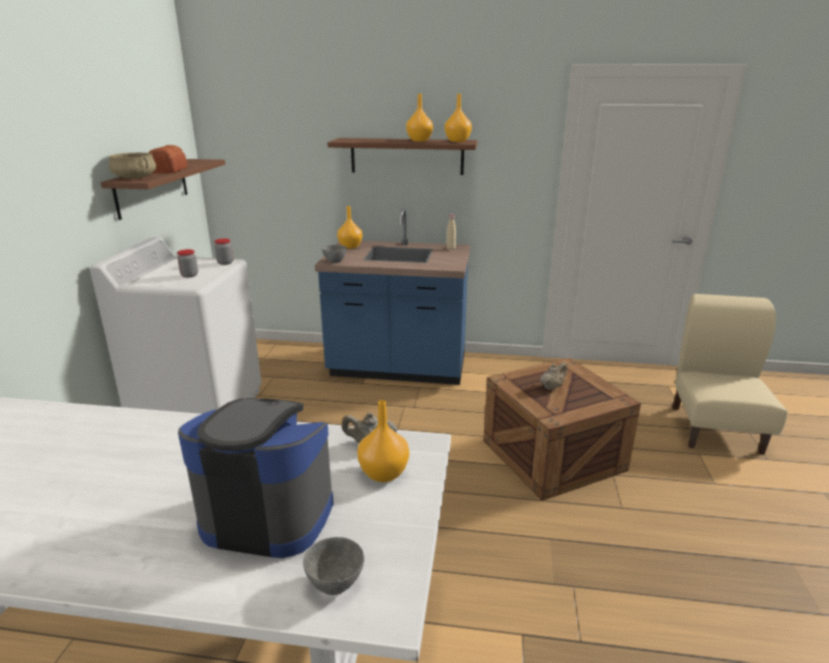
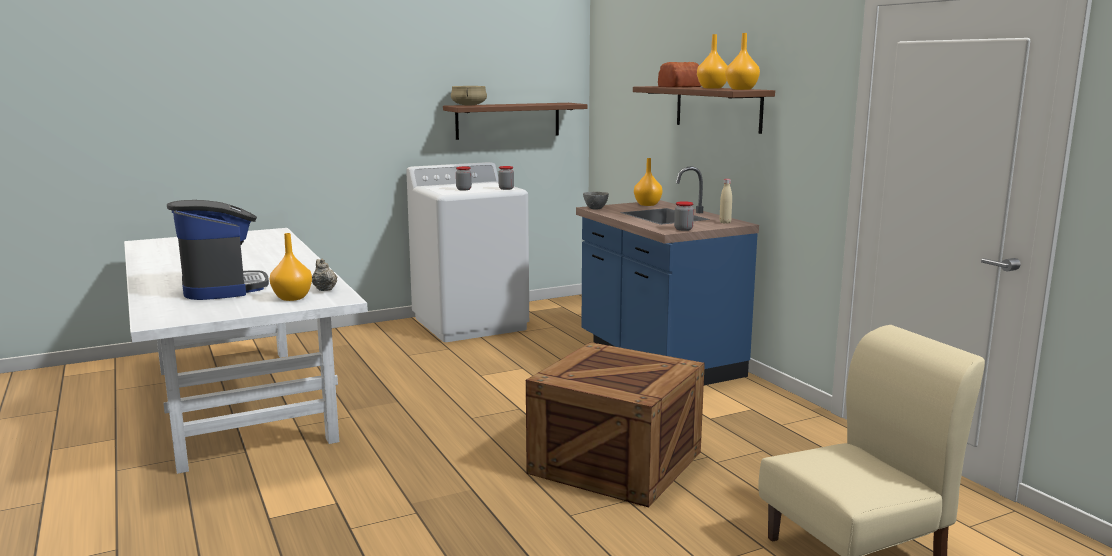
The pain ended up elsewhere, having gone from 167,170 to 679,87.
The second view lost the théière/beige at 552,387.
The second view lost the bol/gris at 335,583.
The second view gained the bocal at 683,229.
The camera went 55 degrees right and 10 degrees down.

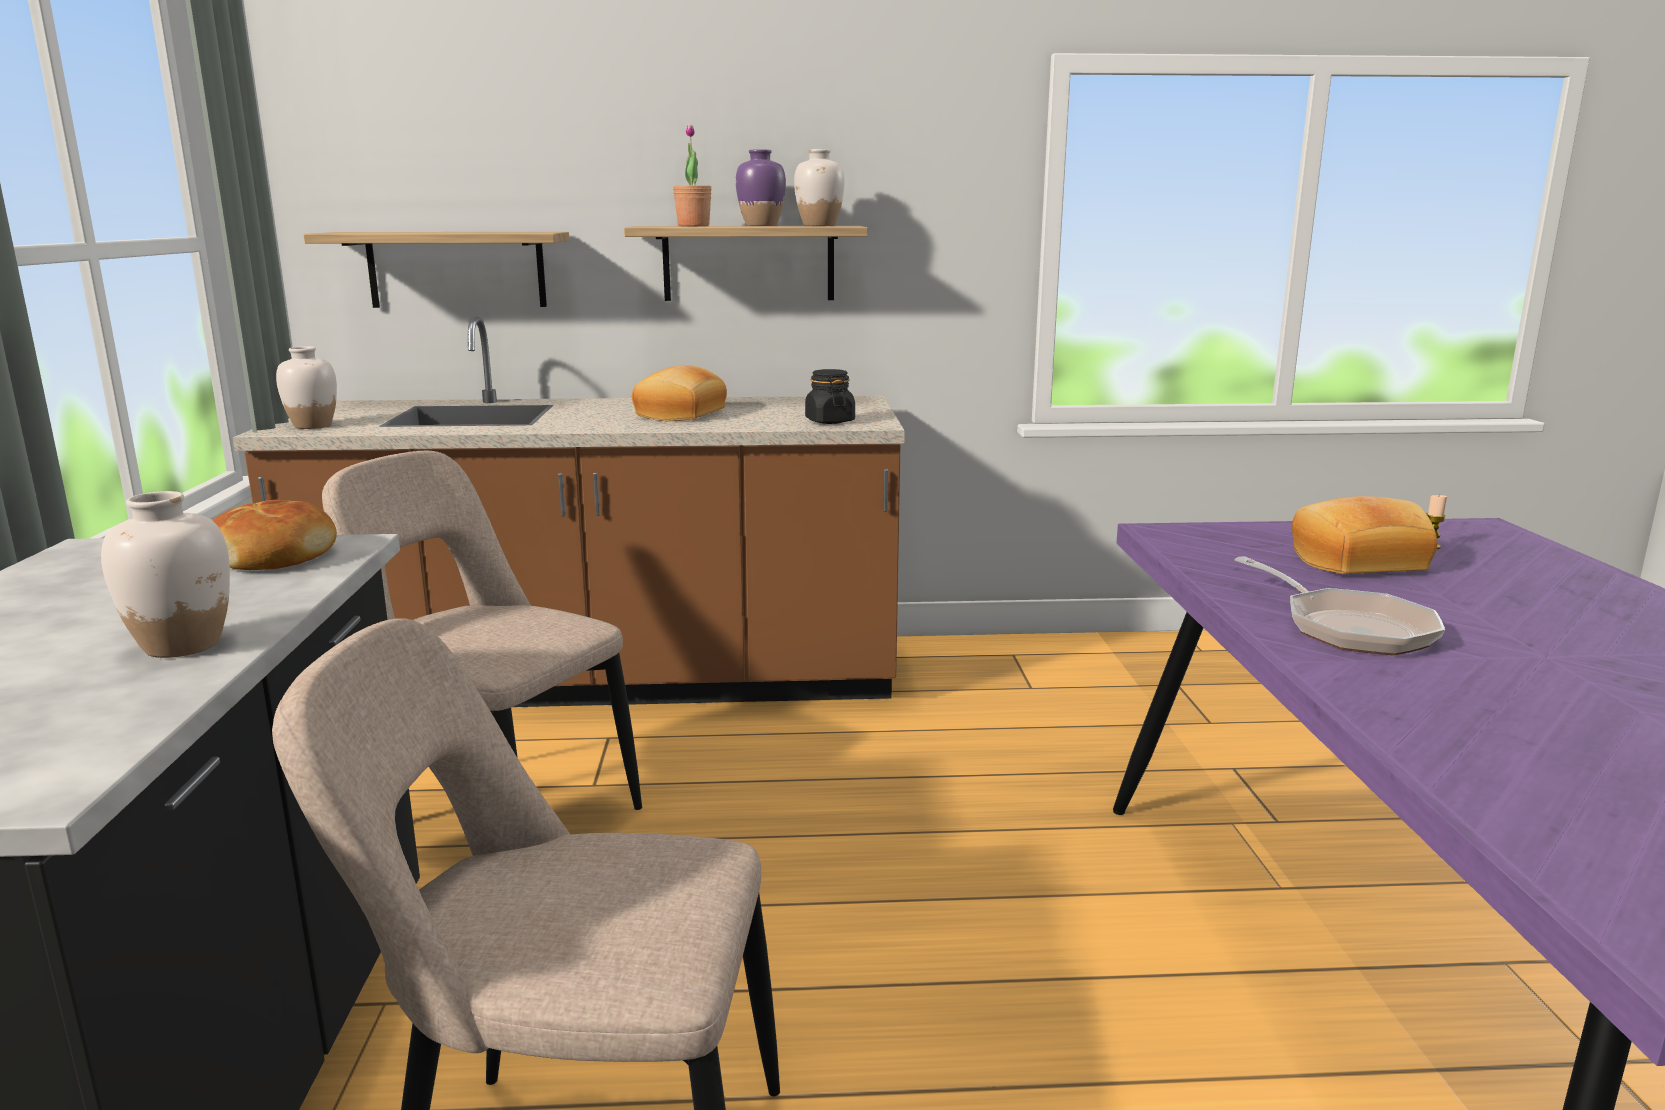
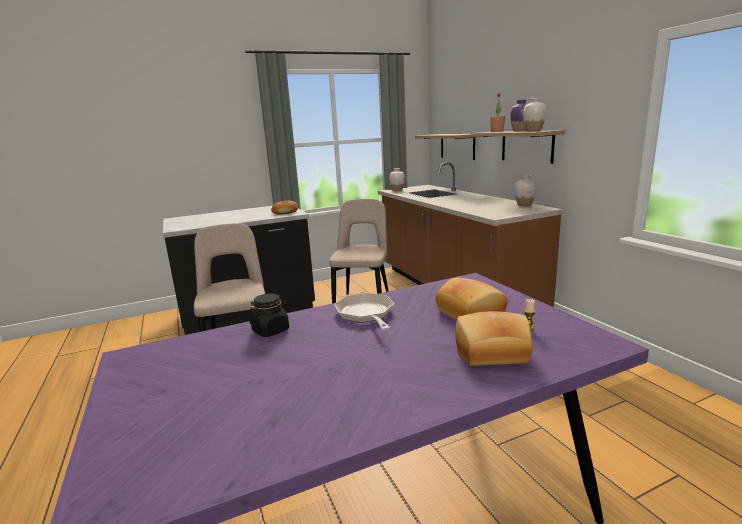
The pain ended up elsewhere, having gone from 682,414 to 492,353.
The bocal/noir ended up elsewhere, having gone from 829,421 to 271,330.
The vase/blanc ended up elsewhere, having gone from 182,645 to 524,205.
The poêle at 1348,628 ended up facing another way, 120 degrees clockwise from before.
The camera went 70 degrees right and 0 degrees up.

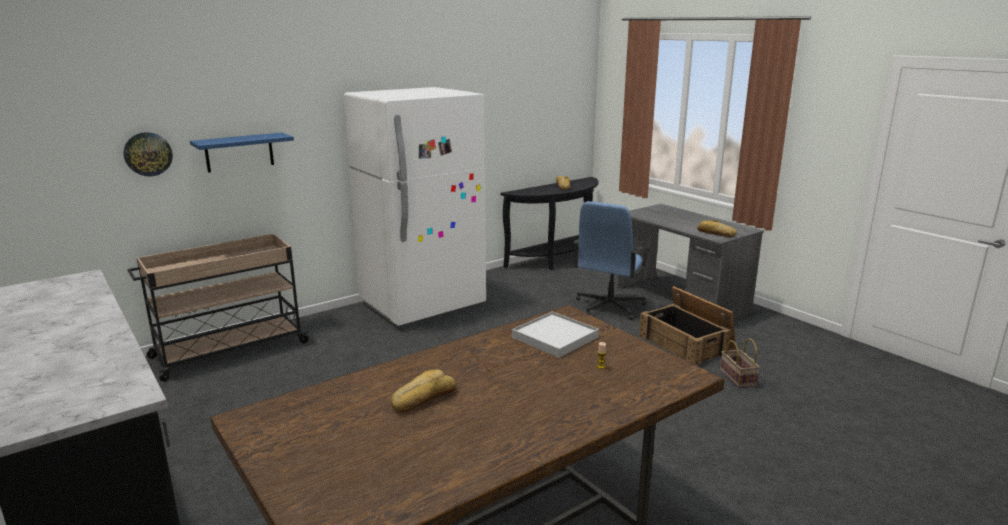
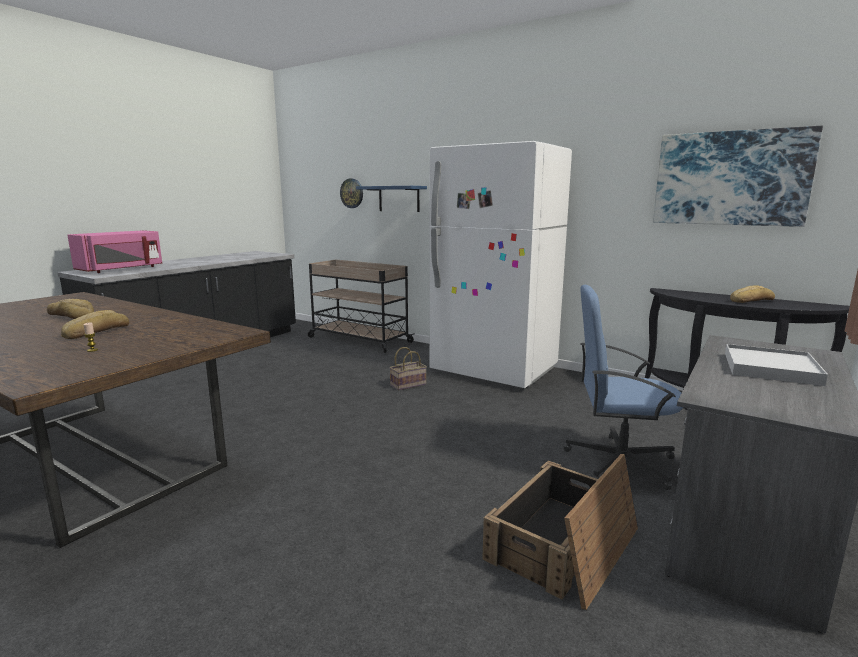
The pain ended up elsewhere, having gone from 715,233 to 95,332.
The plateau/blanc ended up elsewhere, having gone from 555,337 to 770,368.
The panier ended up elsewhere, having gone from 736,378 to 408,384.
The second view gained the tableau at 730,178.
The second view gained the micro-ondes/rose at 121,269.
The camera went 70 degrees right and 5 degrees down.

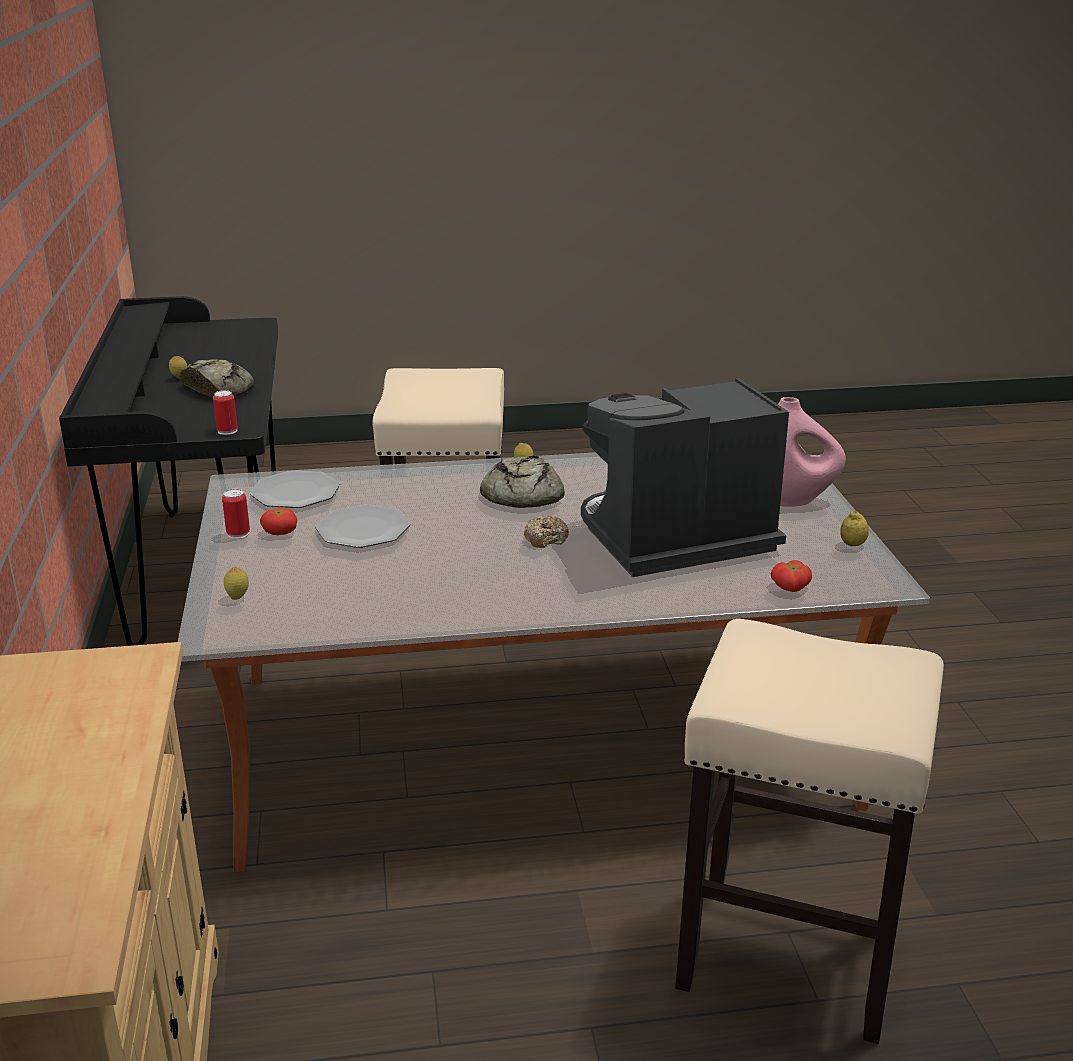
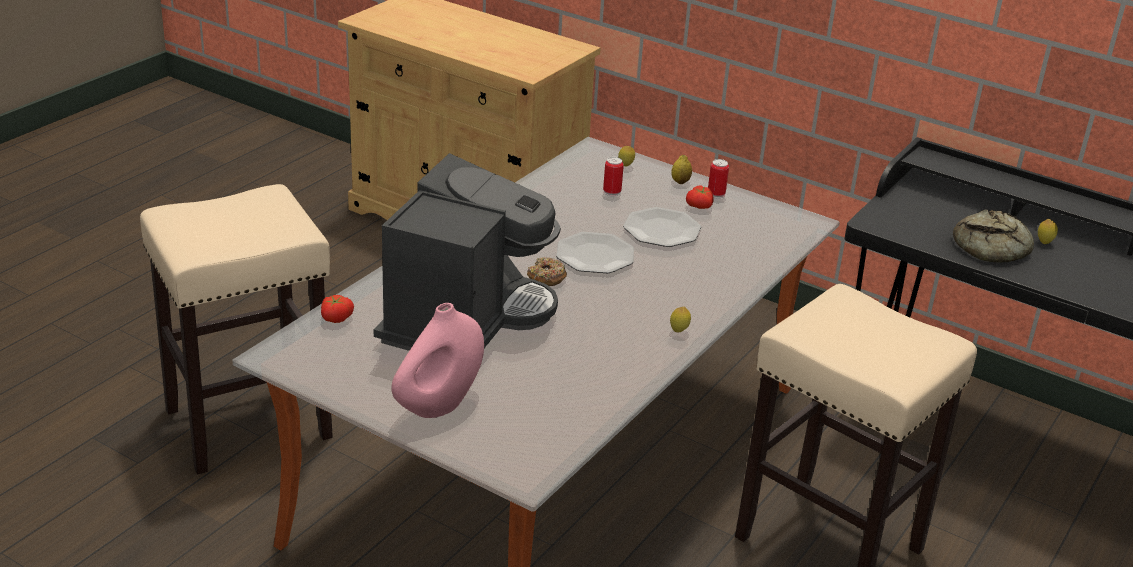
The boîte métallique ended up elsewhere, having gone from 227,431 to 612,192.
The second view lost the pain at 520,495.
The assiette ended up elsewhere, having gone from 295,492 to 595,255.
The citron ended up elsewhere, having gone from 852,544 to 680,182.
The camera went 130 degrees right and 5 degrees up.

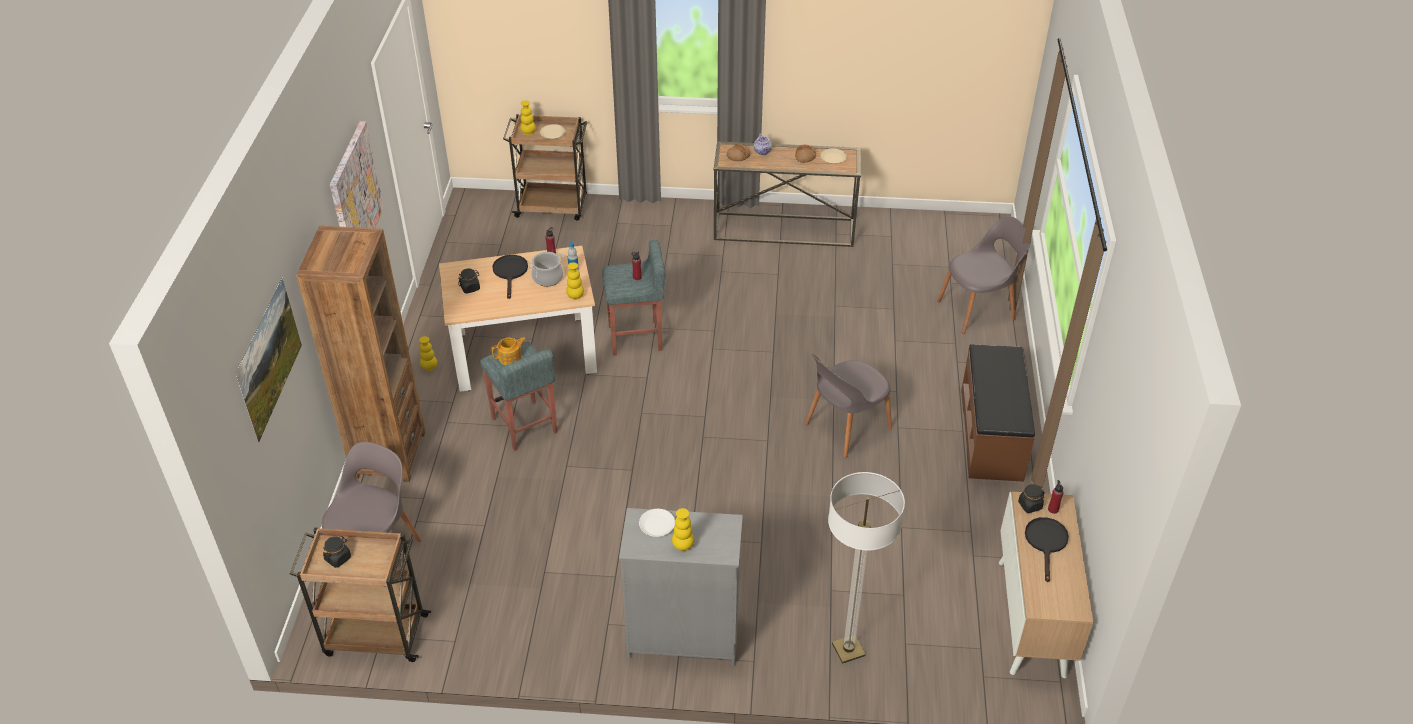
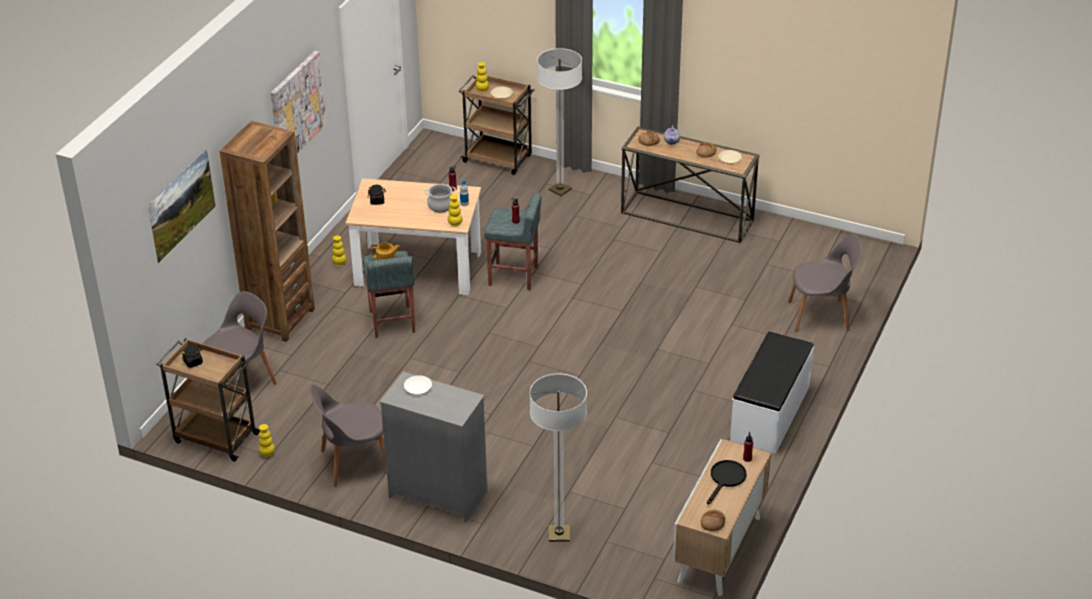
The second view lost the poêle/noir at 510,273.
What was the banc/marron at 992,434 turned into the banc/blanc at 771,413.
The chaise/gris ended up elsewhere, having gone from 846,427 to 353,462.
The second view lost the bocal/noir at 1029,505.
The vase/jaune ended up elsewhere, having gone from 683,545 to 267,453.
The second view gained the lampadaire at 560,190.
The second view gained the pain at 712,523.
The camera went 20 degrees right and 5 degrees down.

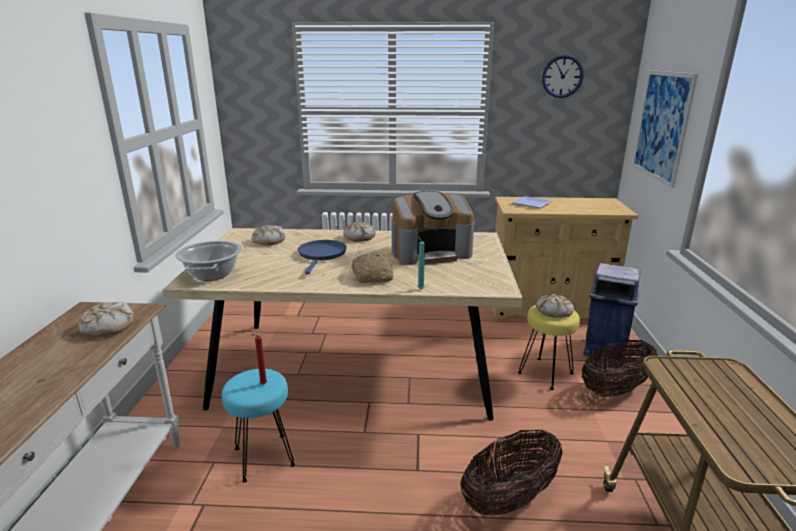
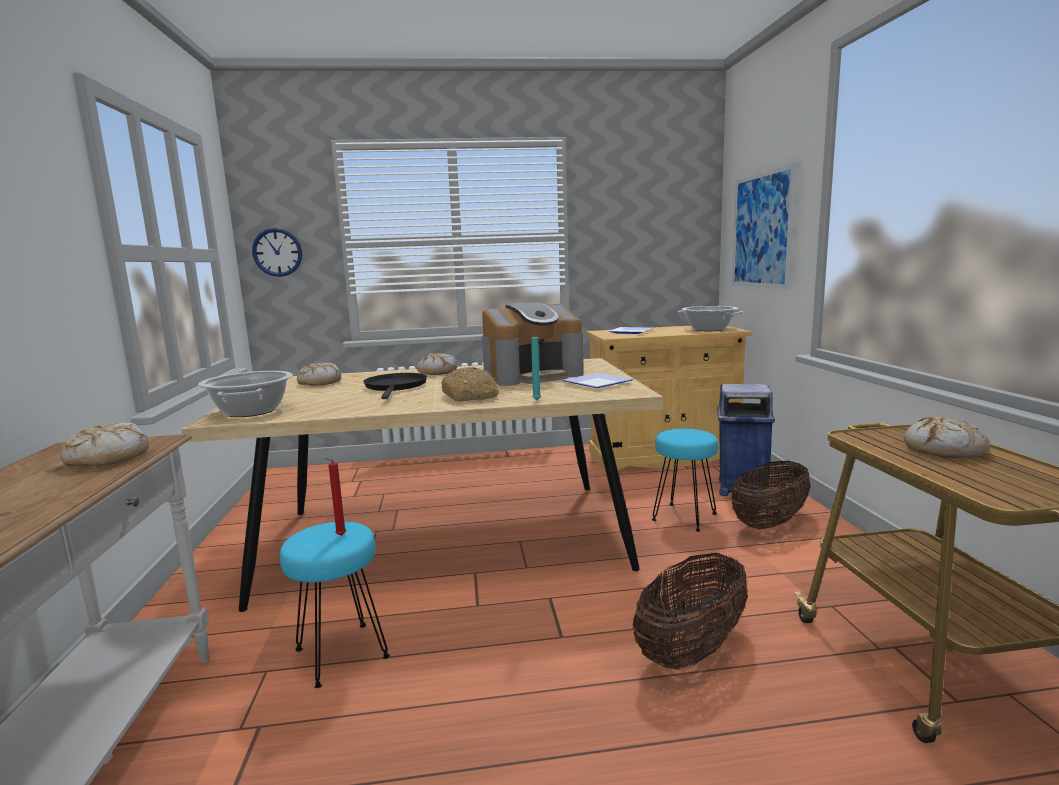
The horloge murale ended up elsewhere, having gone from 562,76 to 277,252.
What was the poêle/bleu at 322,255 turned into the poêle/noir at 395,387.
The pain ended up elsewhere, having gone from 554,311 to 944,450.
What was the tabouret/jaune at 546,374 turned into the tabouret/turquoise at 685,517.
The second view gained the marmite at 708,329.
The second view gained the assiette at 597,383.
The camera went 10 degrees left and 10 degrees down.

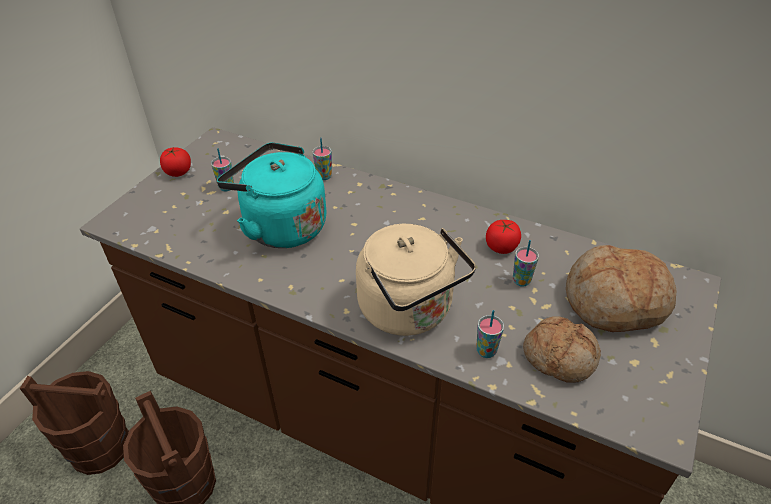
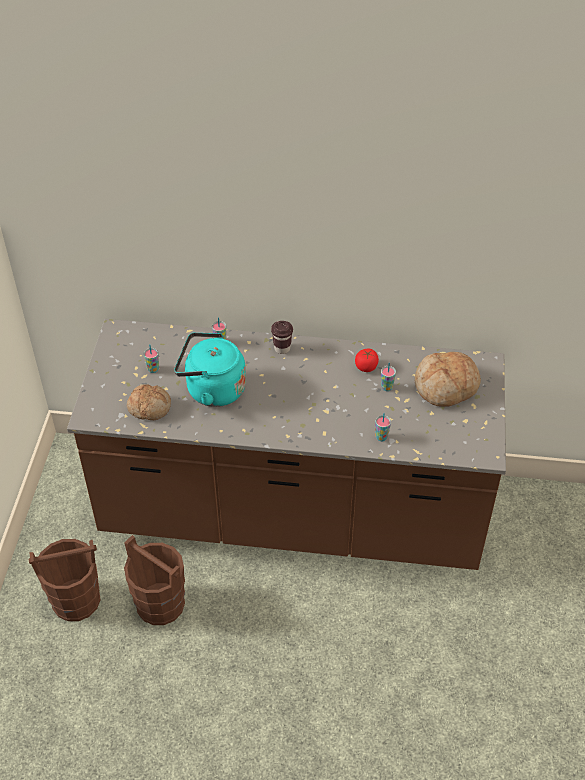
The second view lost the tomate at 178,172.
The second view lost the bouilloire/beige at 410,311.
The pain ended up elsewhere, having gone from 560,356 to 150,407.
The second view gained the tasse/marron at 282,348.
The camera went 20 degrees left and 5 degrees up.

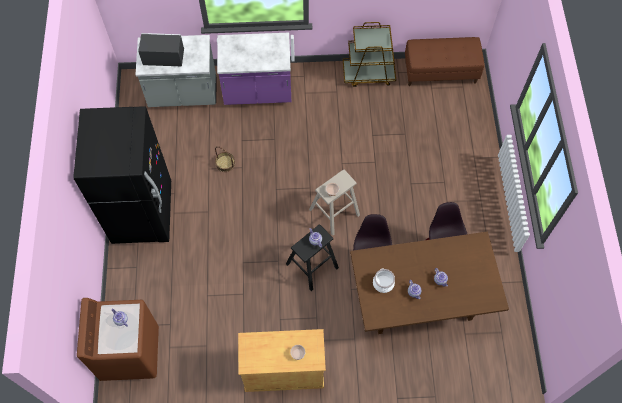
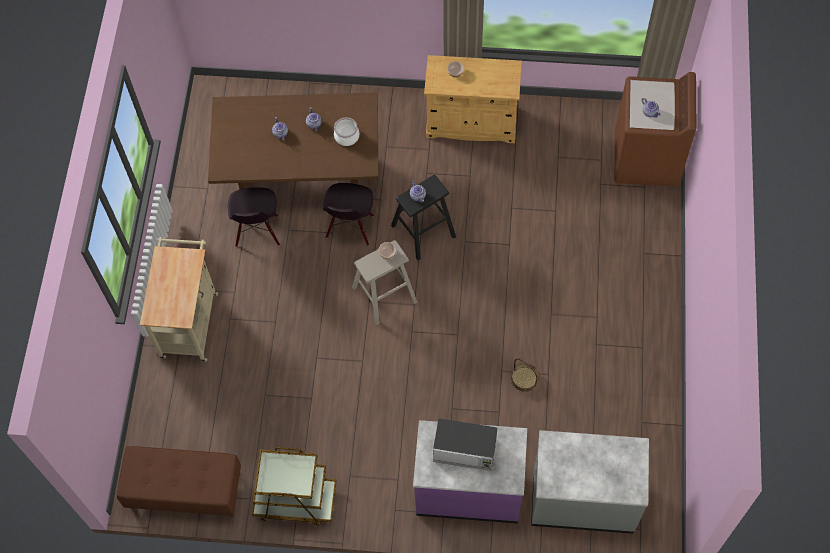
The micro-ondes ended up elsewhere, having gone from 163,57 to 465,450.
The second view lost the réfrigérateur/noir at 142,213.
The second view gained the chariot/beige at 190,320.
The camera went 170 degrees left and 0 degrees up.

